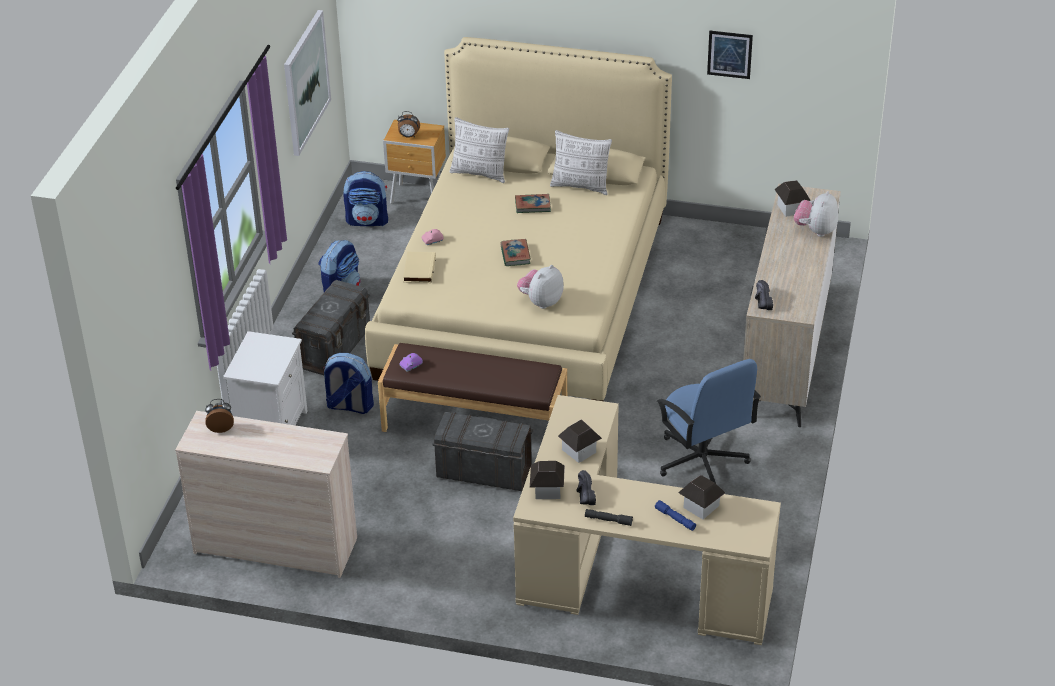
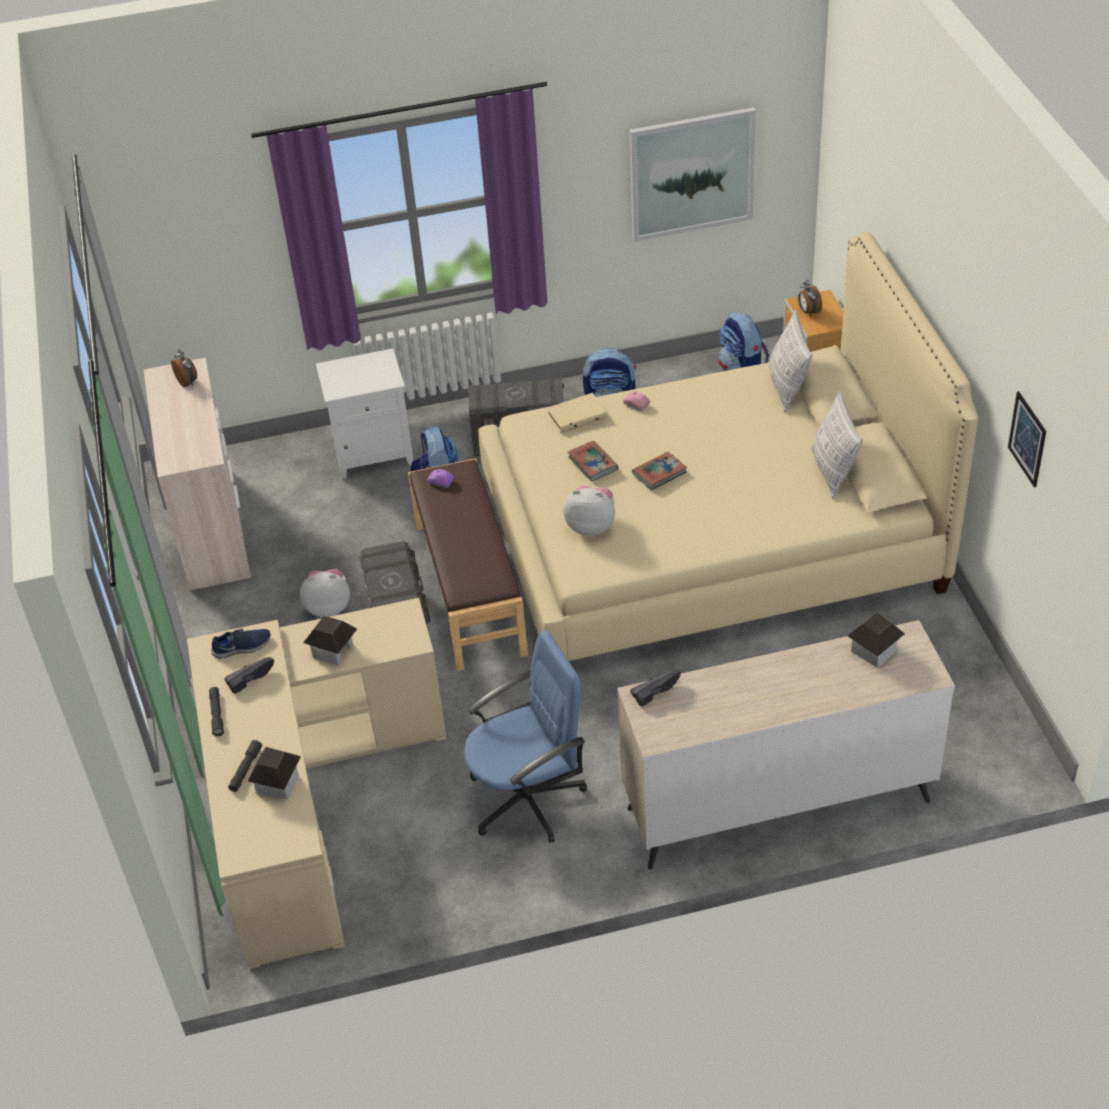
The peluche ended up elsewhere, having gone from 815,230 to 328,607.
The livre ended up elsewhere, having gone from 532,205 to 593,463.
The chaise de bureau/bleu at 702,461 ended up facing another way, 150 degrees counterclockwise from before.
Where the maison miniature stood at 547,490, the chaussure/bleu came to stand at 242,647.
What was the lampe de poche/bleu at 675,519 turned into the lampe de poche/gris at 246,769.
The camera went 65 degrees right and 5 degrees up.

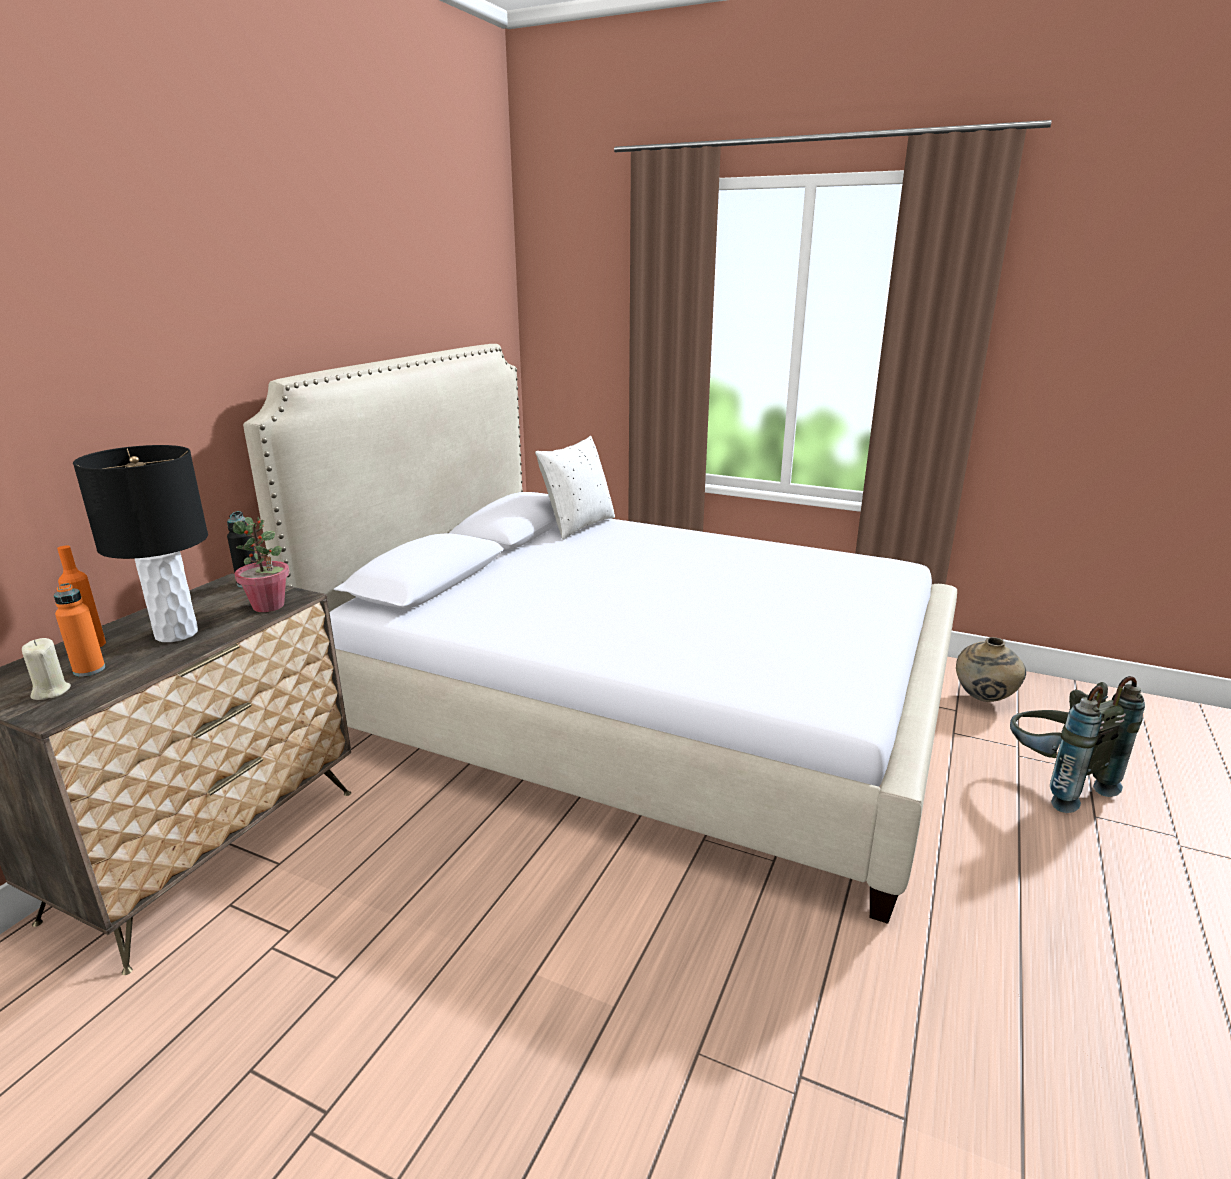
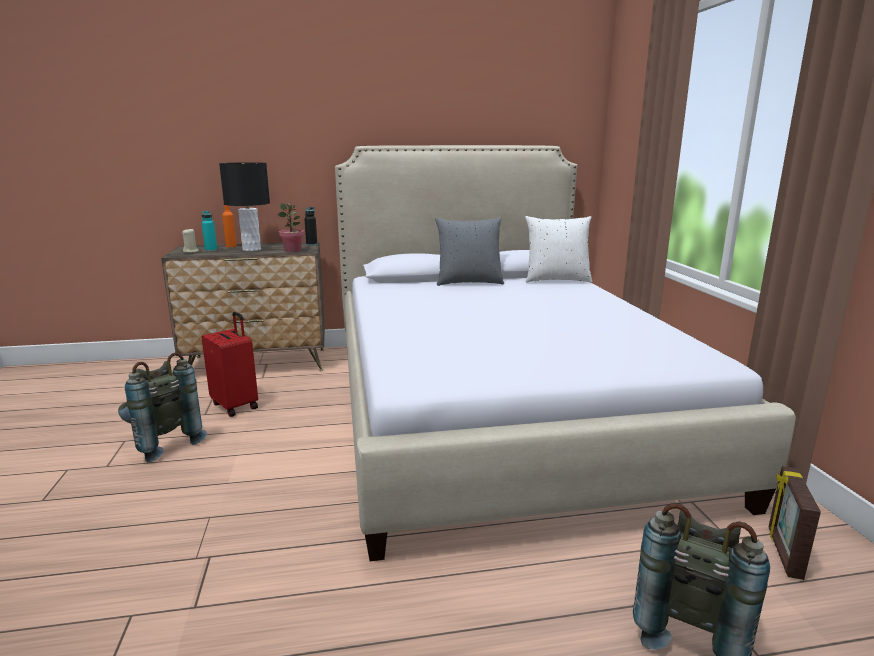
What was the bouteille/orange at 89,670 turned into the bouteille/turquoise at 211,250.
Where the vase/beige stood at 984,700, the cadre photo came to stand at 783,553.
The second view gained the coussin/gris at 469,282.
The second view gained the valise/rouge at 236,405.
The second view gained the sac à dos/gris at 162,443.
The camera went 55 degrees right and 5 degrees down.

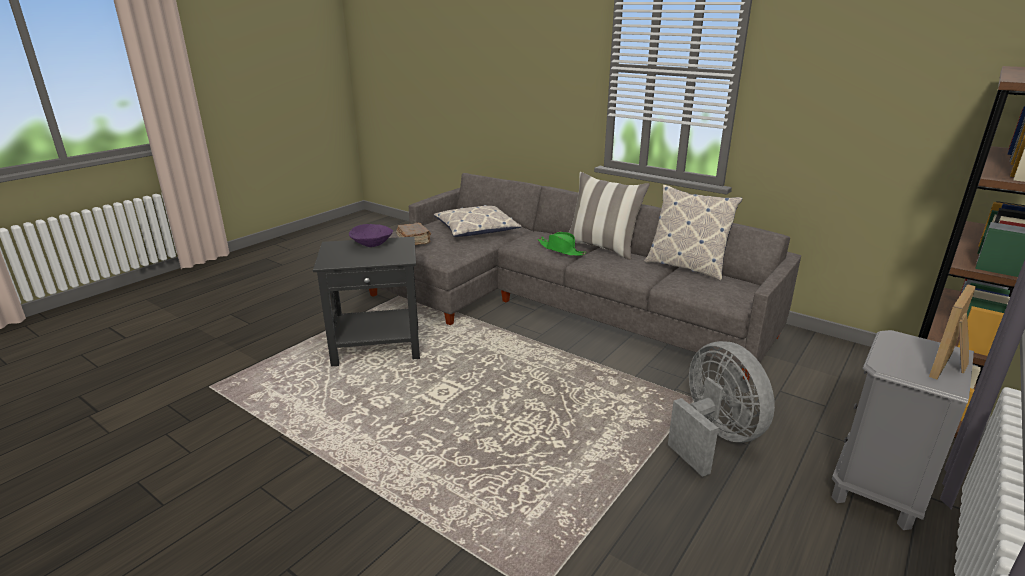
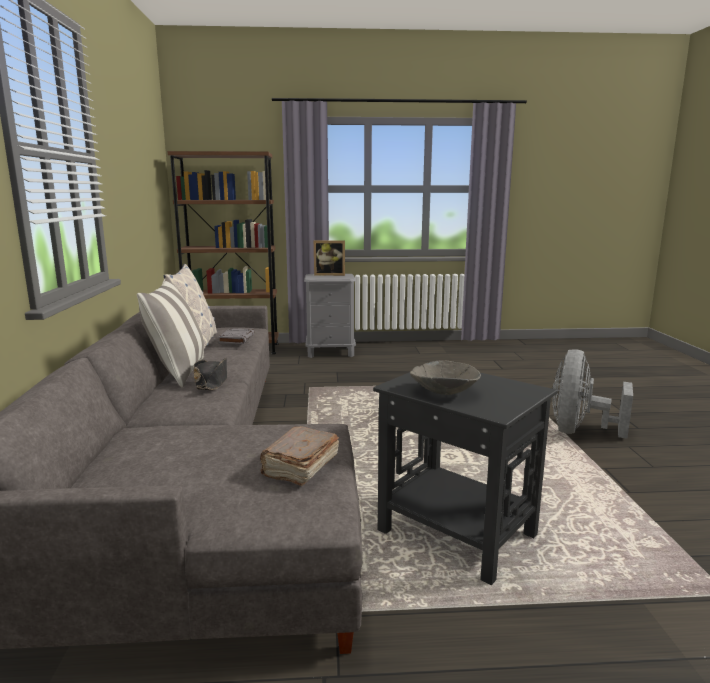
The second view lost the coussin at 476,229.
What was the bol/violet at 372,244 turned into the bol/gris at 444,392.
What was the chapeau/vert at 561,250 turned into the chapeau/noir at 212,382.
The ventilateur/gris ended up elsewhere, having gone from 713,438 to 579,431.
The second view gained the livre/gris at 236,339.
The camera went 130 degrees left and 10 degrees down.

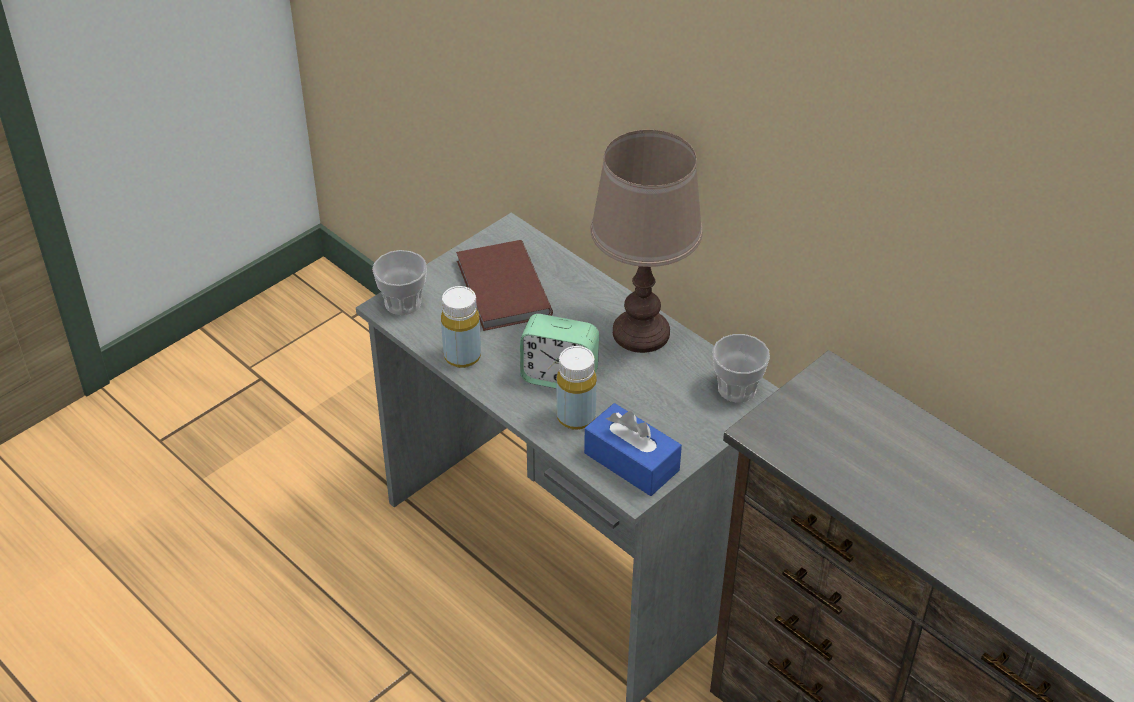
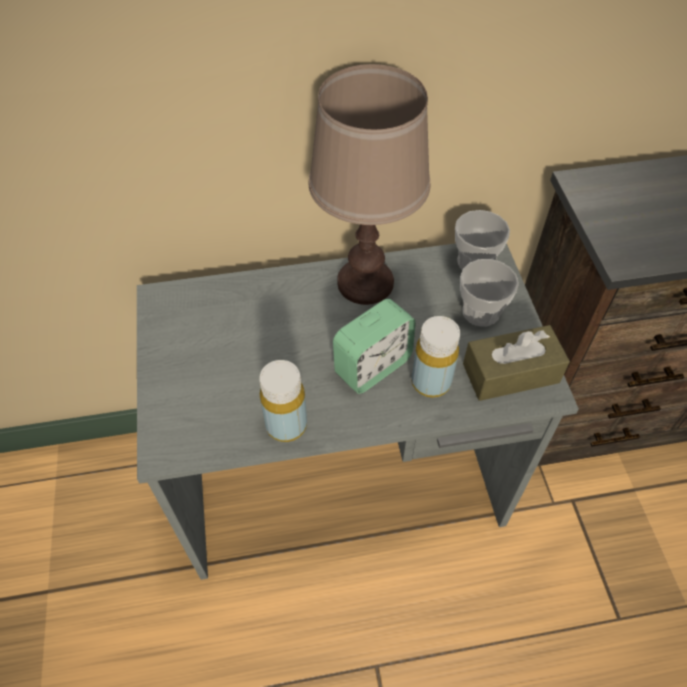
The second view lost the livre/marron at 501,290.
The tasse ended up elsewhere, having gone from 403,303 to 480,312.
What was the boîte à mouchoirs/bleu at 631,461 turned into the boîte à mouchoirs/marron at 510,373.
The camera went 55 degrees left and 10 degrees up.

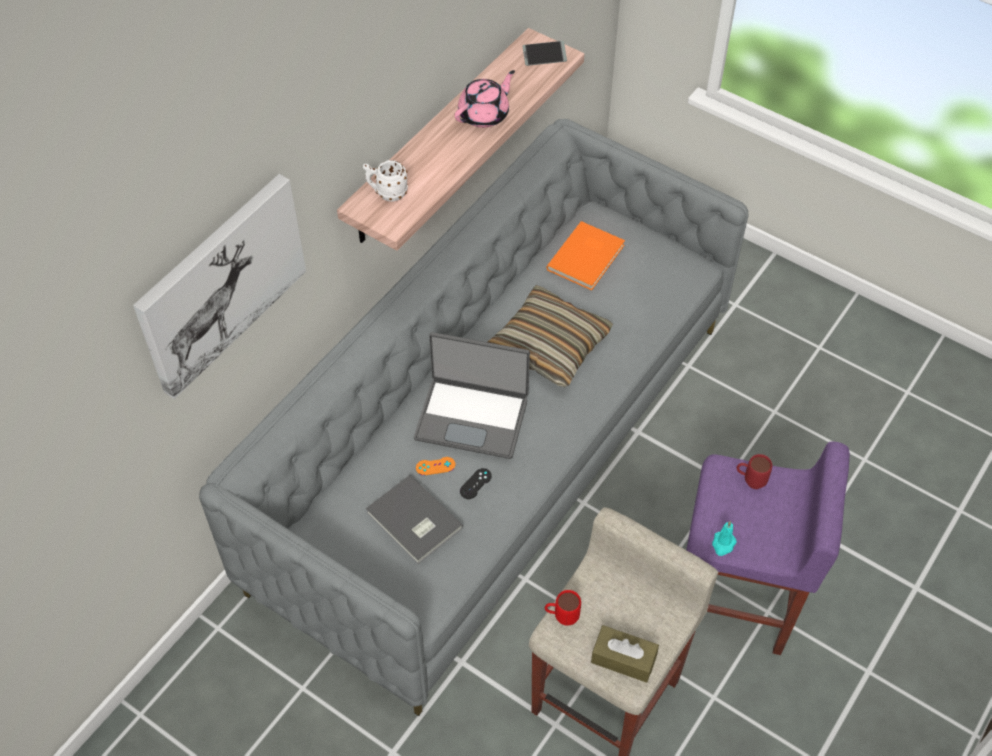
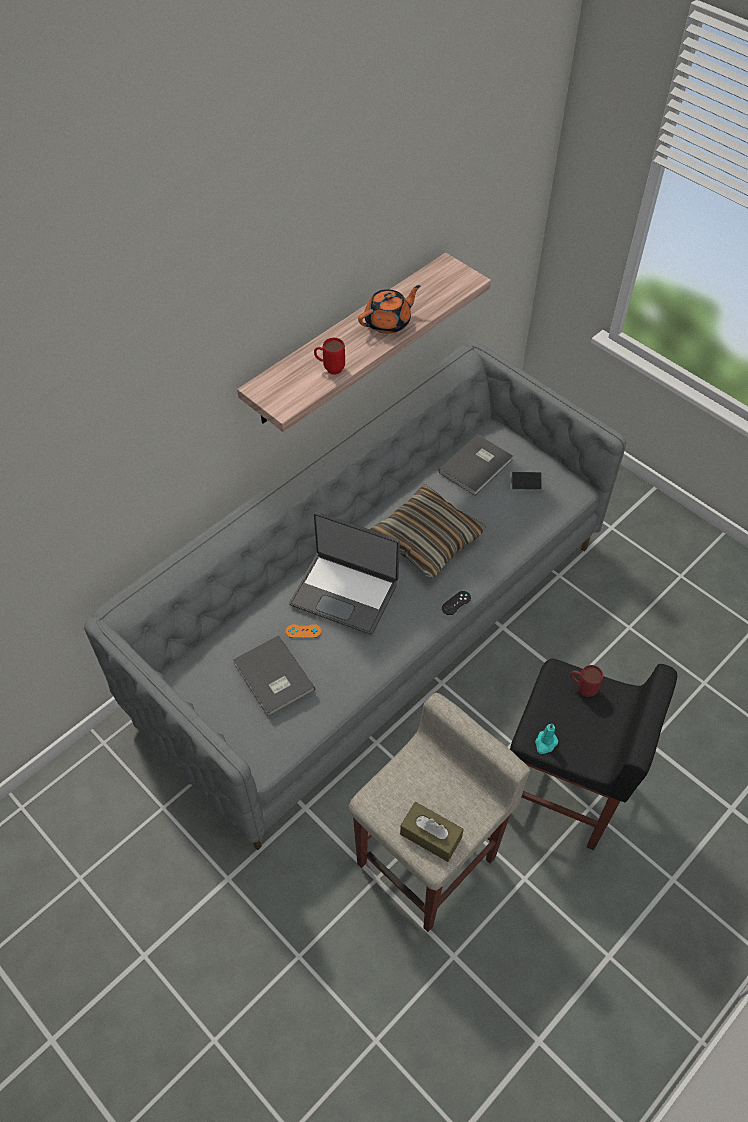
The téléphone ended up elsewhere, having gone from 544,57 to 526,483.
What was the théière/rose at 484,114 turned into the théière/orange at 388,322.
The second view lost the mug/blanc at 387,193.
The second view lost the tableau at 221,283.
What was the livre/orange at 588,257 turned into the livre/gris at 477,466.
What was the tabouret/violet at 736,599 turned into the tabouret/noir at 562,791.
The manette/noir ended up elsewhere, having gone from 475,484 to 456,603.
The mug/rouge ended up elsewhere, having gone from 561,617 to 330,369.
The camera went 10 degrees right and 0 degrees up.

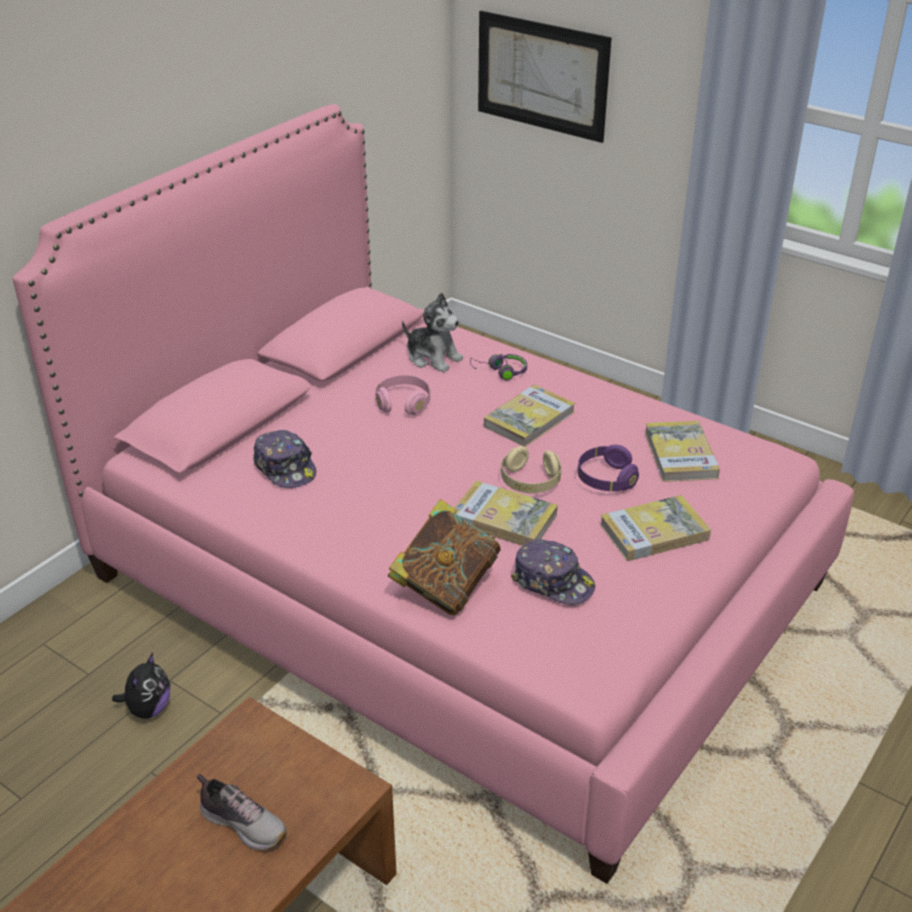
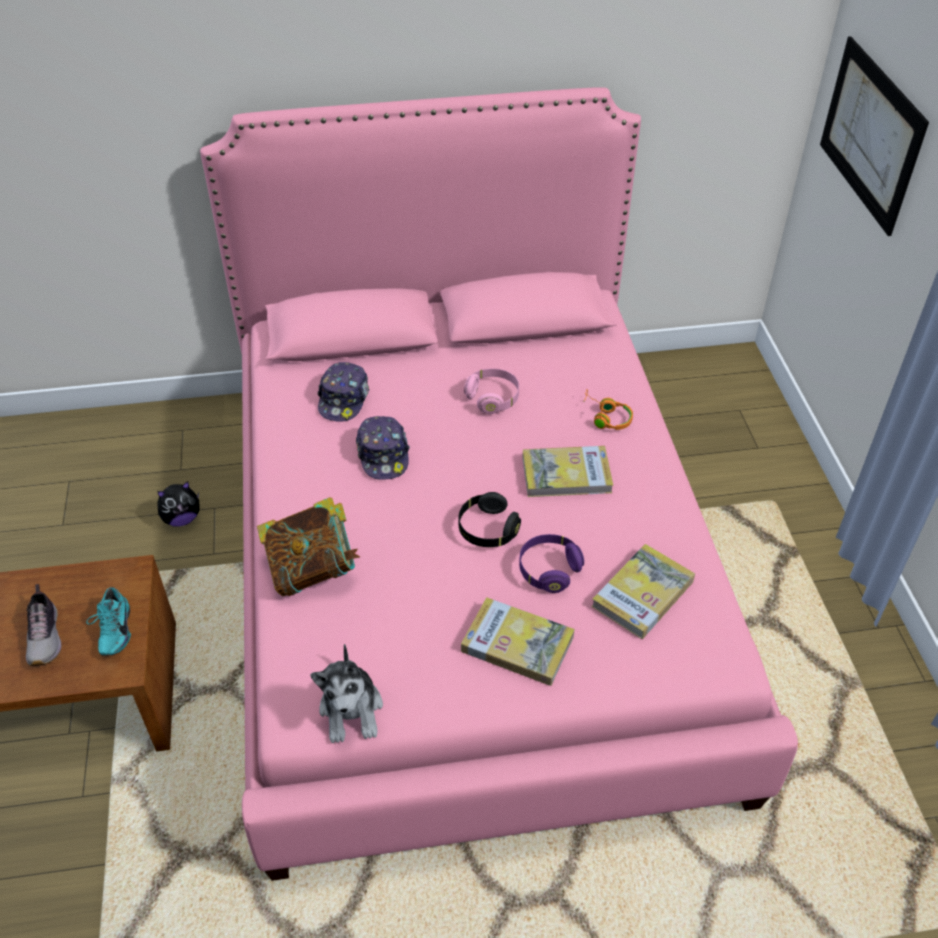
The peluche ended up elsewhere, having gone from 433,358 to 351,709.
What was the casque audio/violet at 501,372 turned into the casque audio/orange at 606,417.
What was the casque audio/beige at 530,482 turned into the casque audio/noir at 487,530.
The second view lost the livre at 503,518.
The casquette ended up elsewhere, having gone from 553,581 to 383,455.
The second view gained the chaussure/turquoise at 113,631.
The camera went 45 degrees right and 10 degrees up.

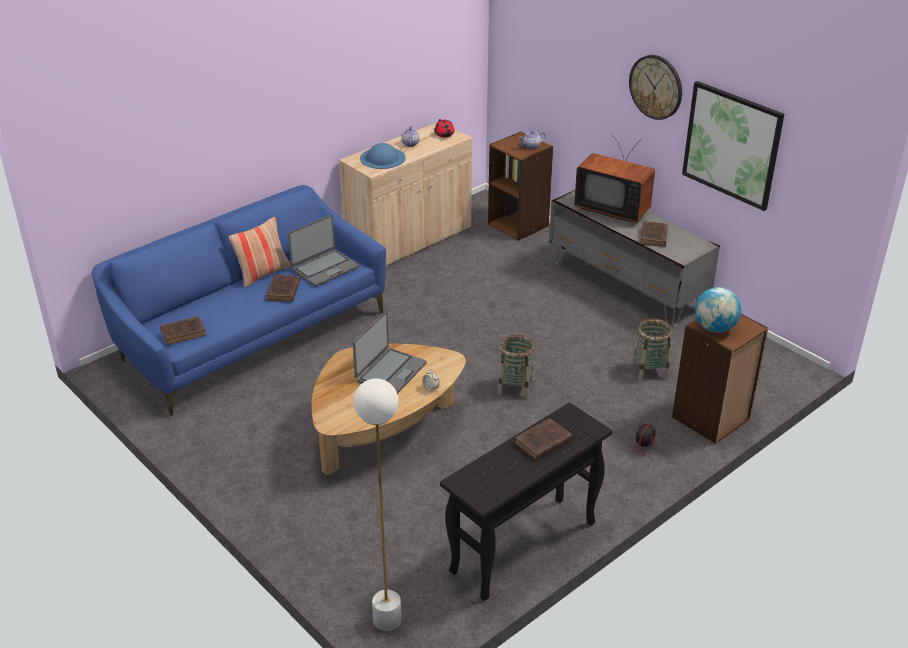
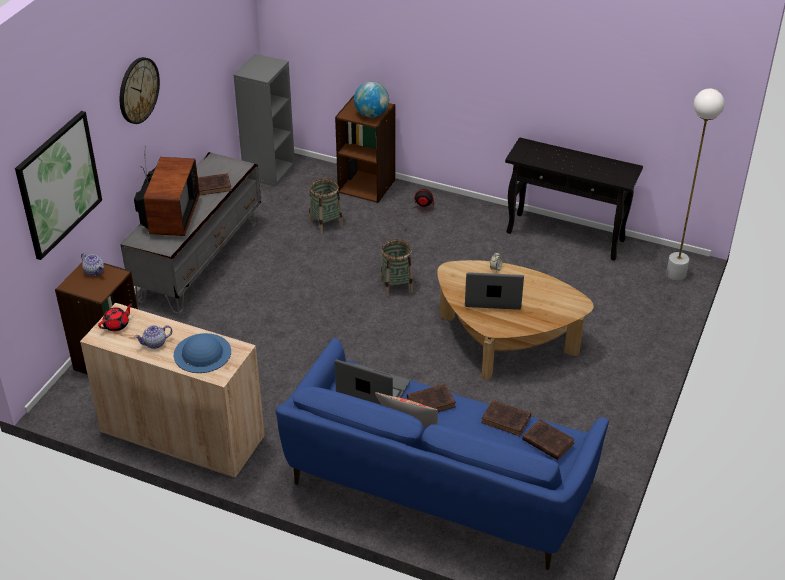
The tableau ended up elsewhere, having gone from 732,145 to 58,184.
The livre/marron ended up elsewhere, having gone from 541,442 to 507,420.
The second view gained the bibliothèque/gris at 269,170.
The camera went 115 degrees left and 5 degrees up.

